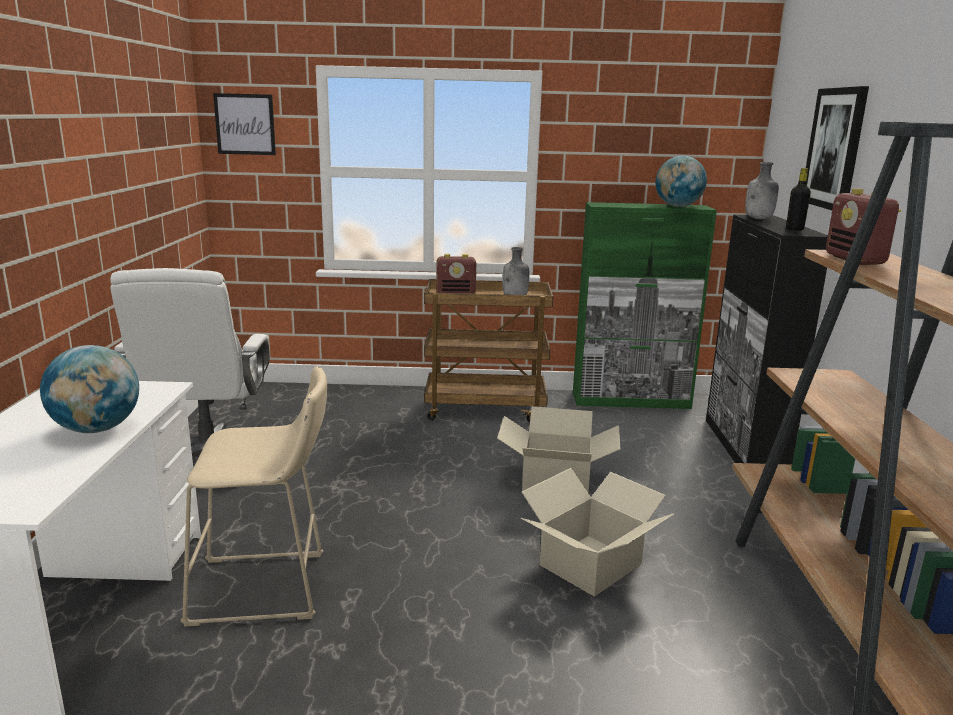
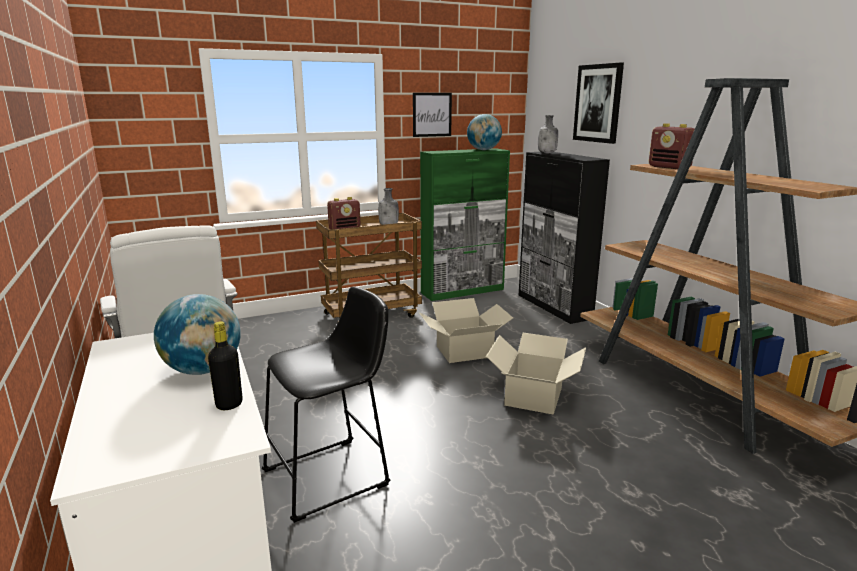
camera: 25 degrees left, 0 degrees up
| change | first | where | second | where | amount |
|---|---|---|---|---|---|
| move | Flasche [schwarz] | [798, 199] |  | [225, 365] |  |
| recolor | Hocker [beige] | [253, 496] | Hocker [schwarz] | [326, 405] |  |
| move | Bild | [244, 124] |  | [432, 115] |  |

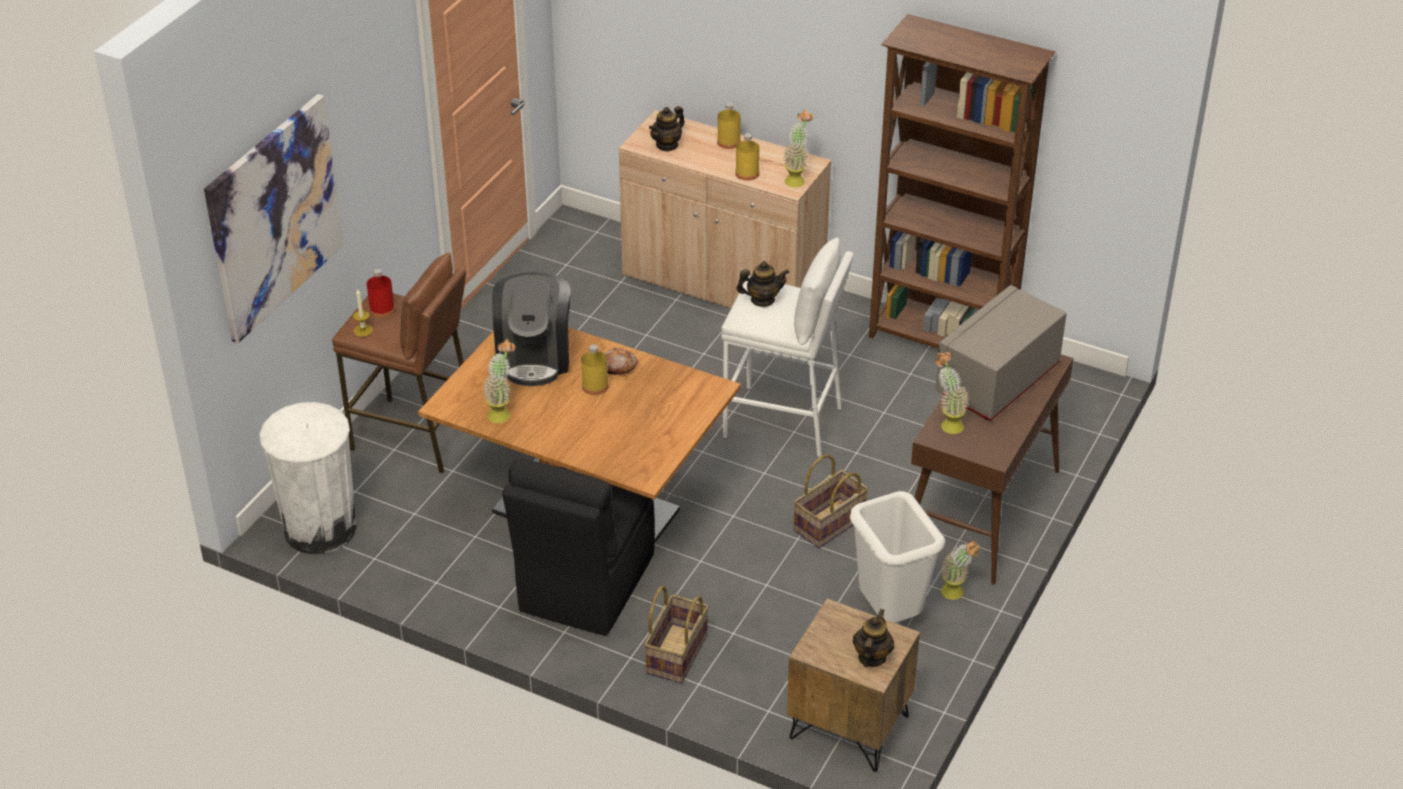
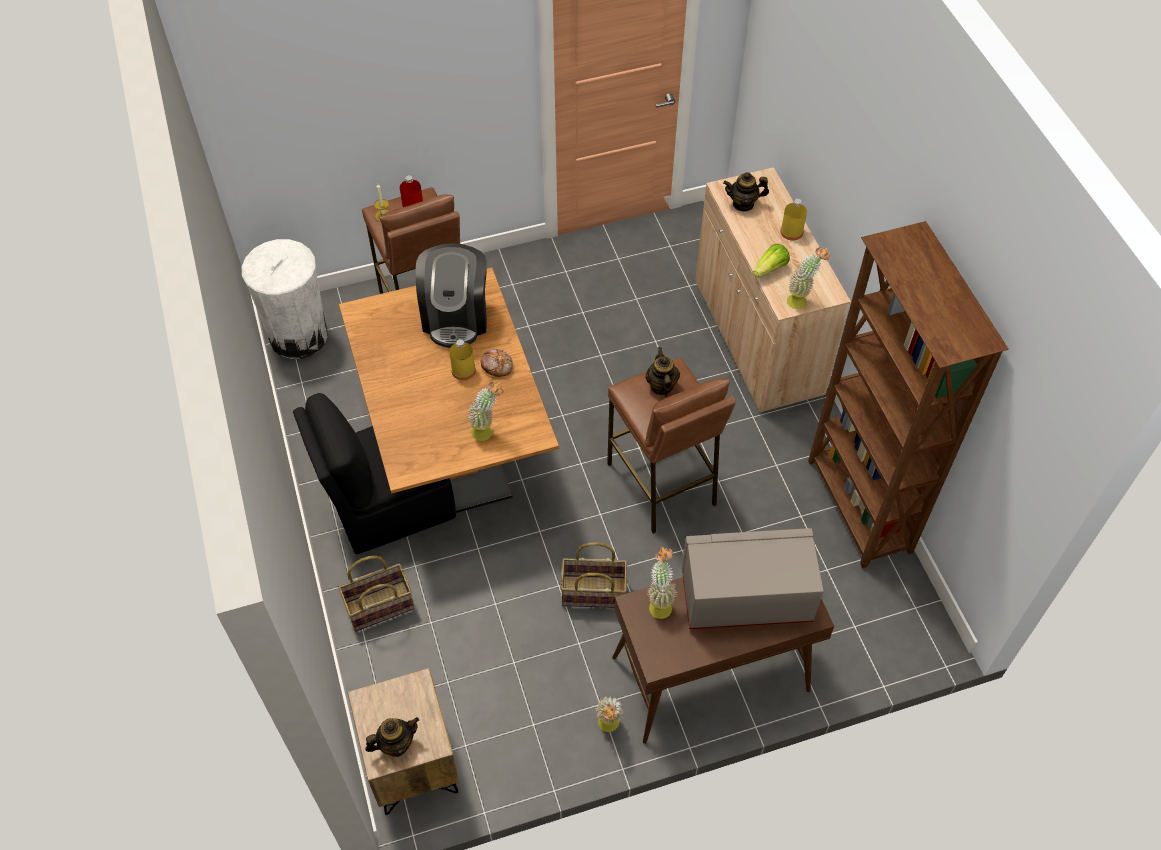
camera: 45 degrees right, 15 degrees up
| change | first | where | second | where | amount |
|---|---|---|---|---|---|
| rotate | Kaffeemaschine | [531, 329] |  | [451, 295] | 45 degrees counterclockwise |
| move | Topfpflanze | [498, 381] |  | [485, 411] |  |
| recolor | Hocker [weiß] | [787, 347] | Hocker [braun] | [671, 446] |  |
| rotate | Teekanne | [762, 284] |  | [662, 372] | 135 degrees counterclockwise |
| replace | Flasche [gelb] | [747, 157] | Salatkopf | [771, 261] |  |
| delete | Bild | [274, 218] |  |  |  |
| delete | Mülleimer [weiß] | [897, 557] |  |  |  |

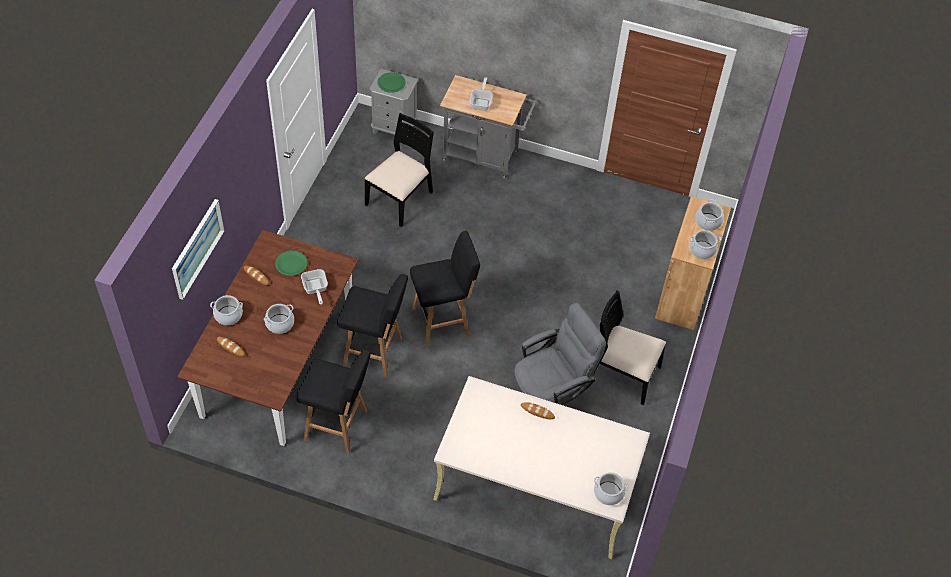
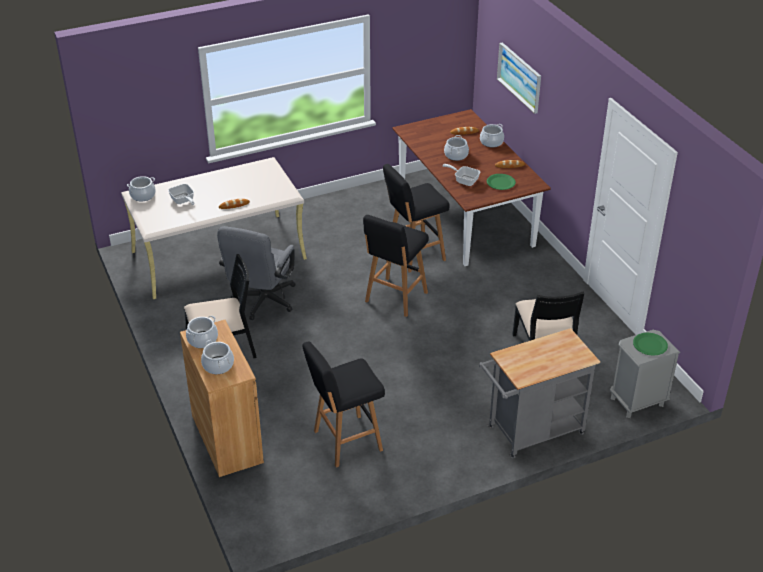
camera: 140 degrees right, 15 degrees down
| change | first | where | second | where | amount |
|---|---|---|---|---|---|
| move | Pfanne | [481, 94] |  | [181, 194] |  |
| move | Hocker [schwarz] | [333, 402] |  | [344, 404] |  |

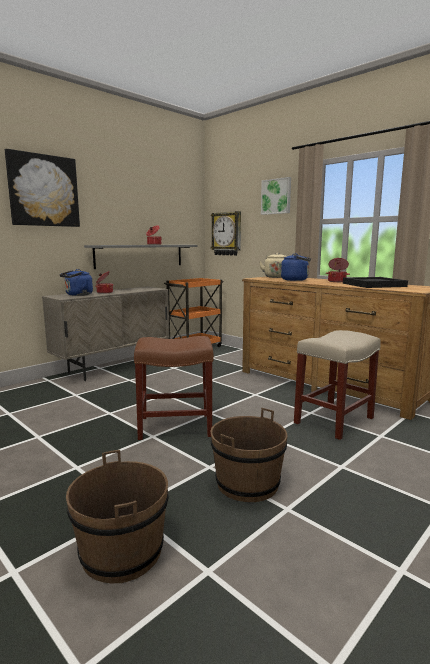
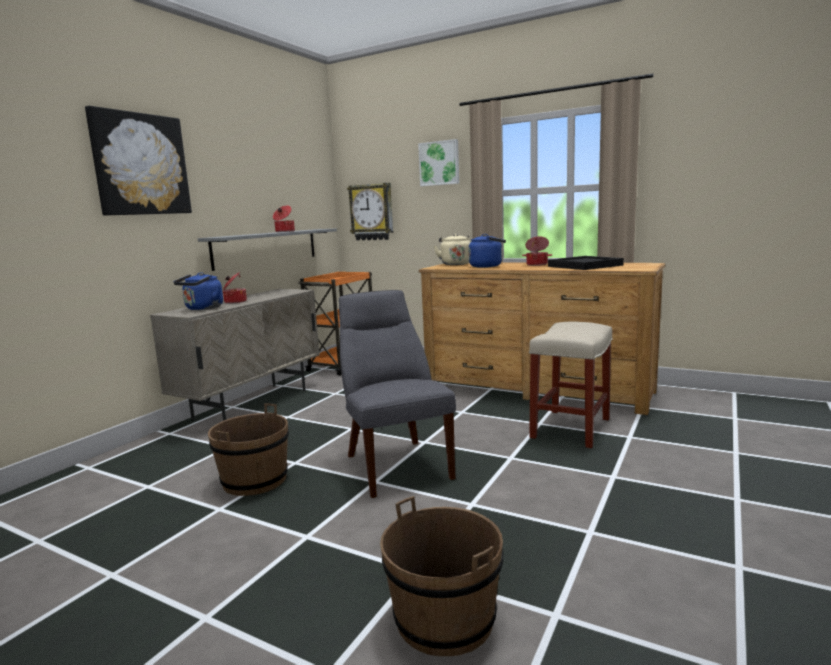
camera: 15 degrees left, 0 degrees up
| change | first | where | second | where | amount |
|---|---|---|---|---|---|
| move | Eimer [braun] | [248, 455] |  | [248, 449] |  |
| replace | Hocker [braun] | [174, 388] | Stuhl [grau] | [397, 394] |  |

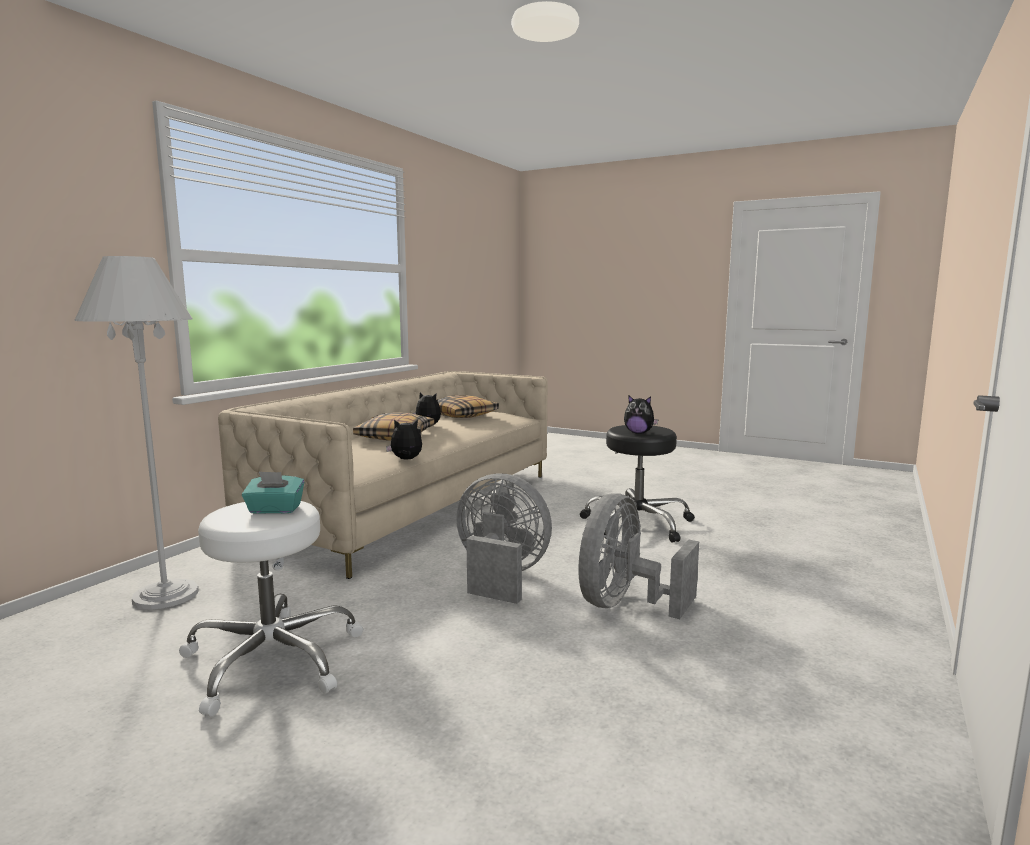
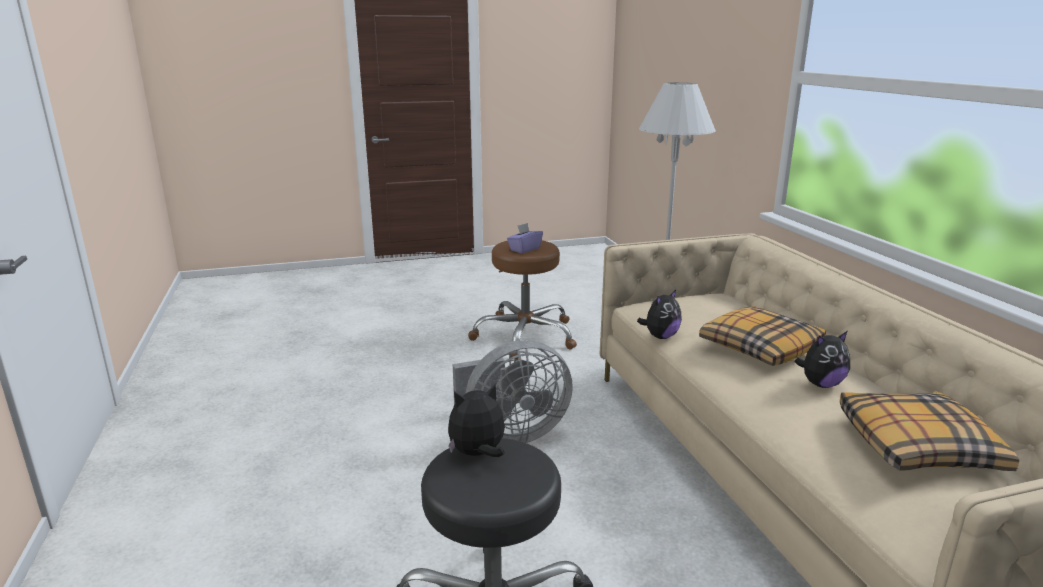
camera: 135 degrees right, 10 degrees up
| change | first | where | second | where | amount |
|---|---|---|---|---|---|
| recolor | Hocker [weiß] | [271, 609] | Hocker [braun] | [522, 299] |  |
| recolor | Taschentuchbox [türkis] | [273, 493] | Taschentuchbox [lila] | [525, 238] |  |
| delete | Ventilator [grau] | [638, 556] |  |  |  |

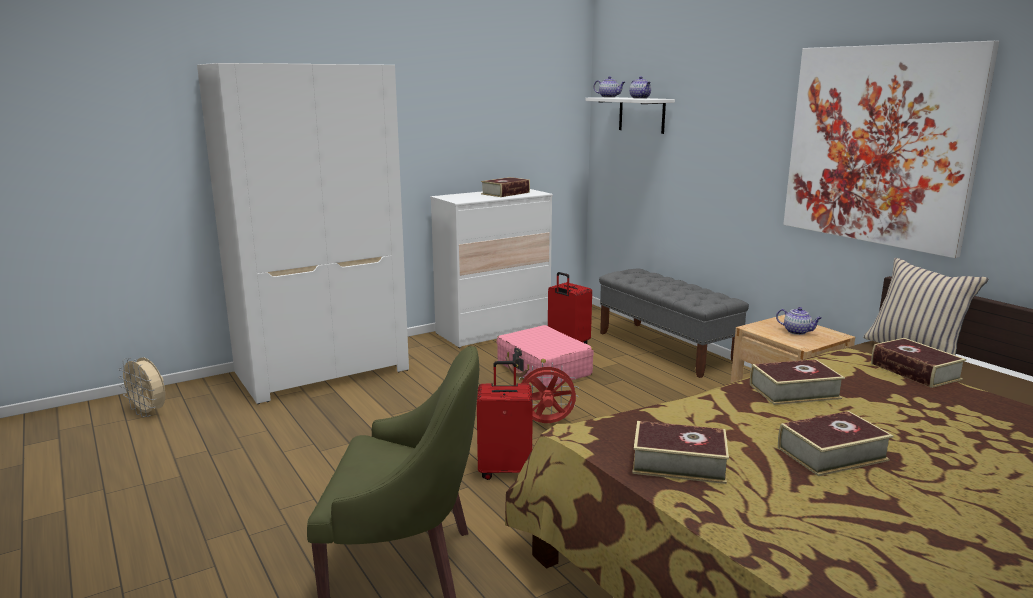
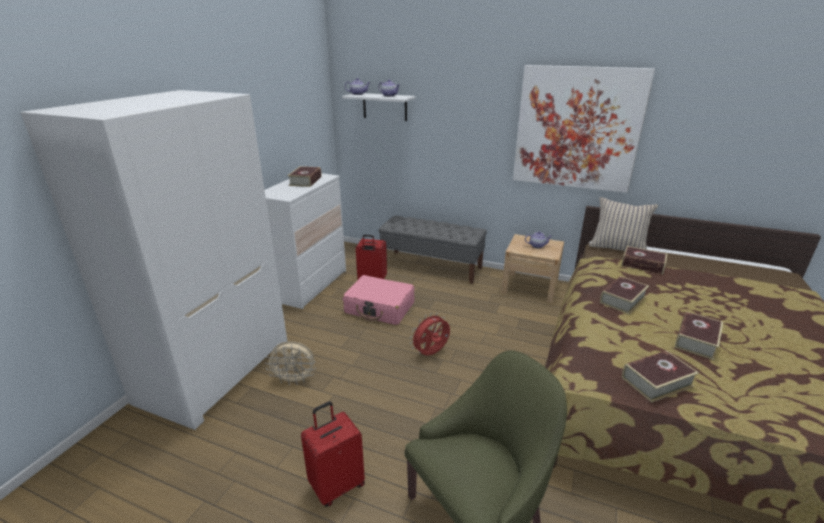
camera: 35 degrees left, 10 degrees up
| change | first | where | second | where | amount |
|---|---|---|---|---|---|
| move | Ventilator [beige] | [141, 387] |  | [290, 363] |  |
| move | Koffer [rot] | [505, 420] |  | [333, 454] |  |

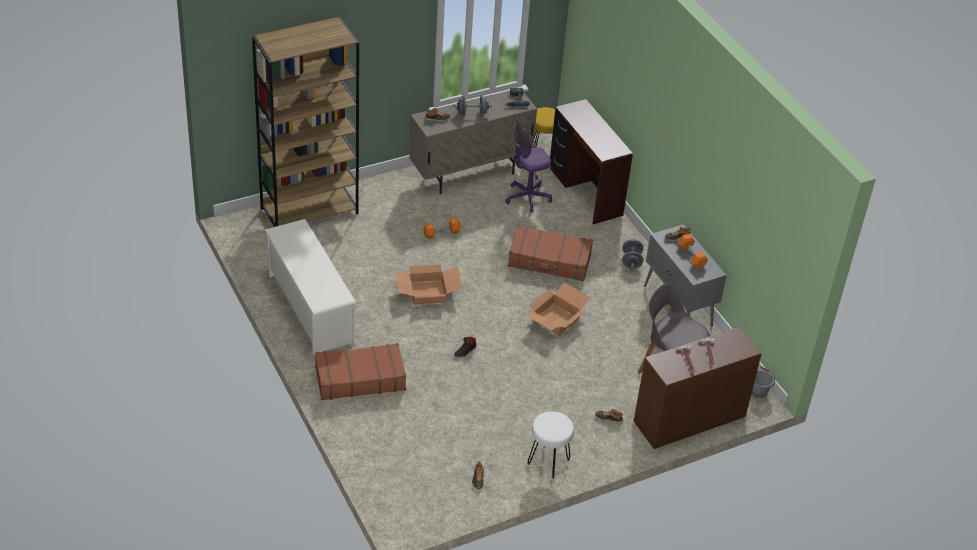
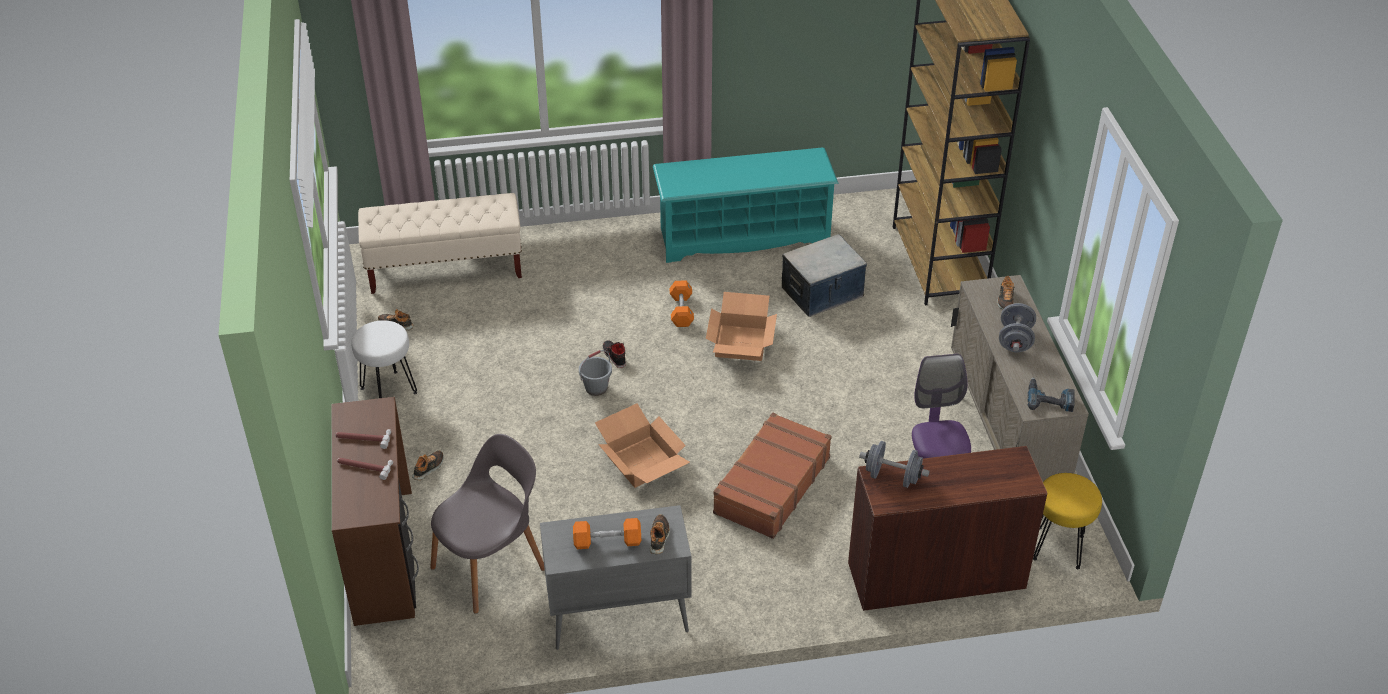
camera: 110 degrees right, 0 degrees up
| change | first | where | second | where | amount |
|---|---|---|---|---|---|
| insert |  |  | Bank [beige] | [440, 243] |  |
| move | Eimer [grau] | [763, 382] |  | [595, 373] |  |
| recolor | Schuhregal [weiß] | [310, 287] | Schuhregal [türkis] | [746, 205] |  |
| move | Hantel [orange] | [442, 228] |  | [682, 303] |  |
| insert |  |  | Aufbewahrungsbox | [824, 275] |  |
| move | Hantel [grau] | [633, 254] |  | [894, 464] |  |
| delete | Koffer [braun] | [360, 371] |  |  |  |

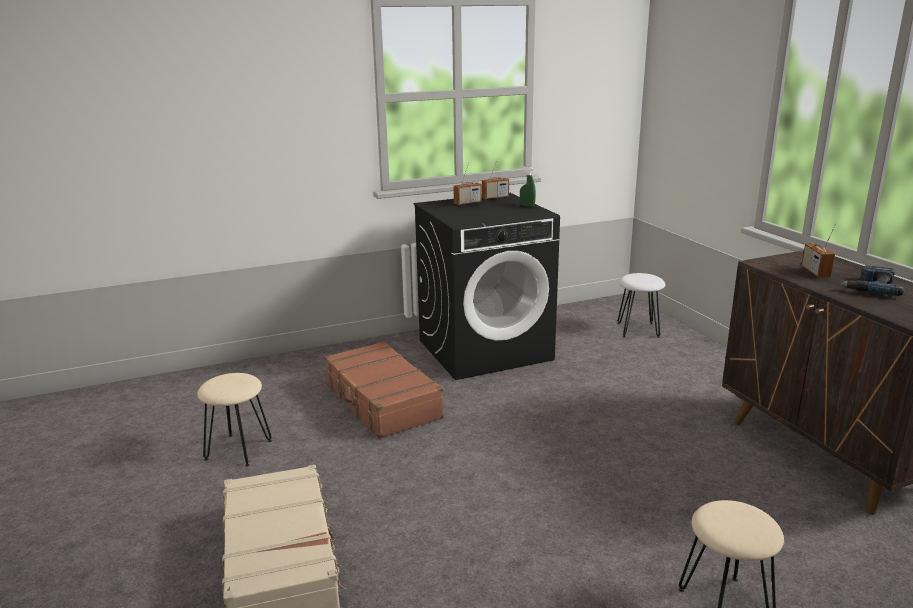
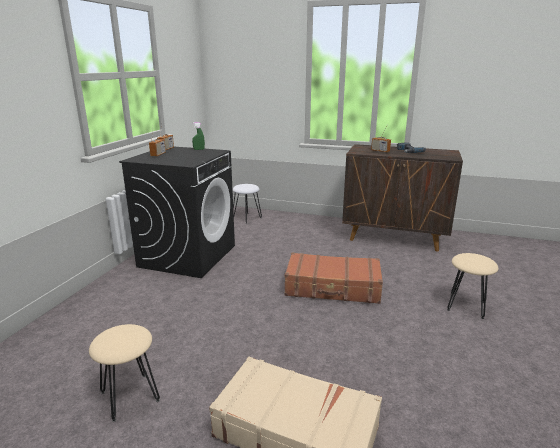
camera: 50 degrees left, 0 degrees up
| change | first | where | second | where | amount |
|---|---|---|---|---|---|
| move | Koffer [braun] | [384, 390] |  | [334, 278] |  |

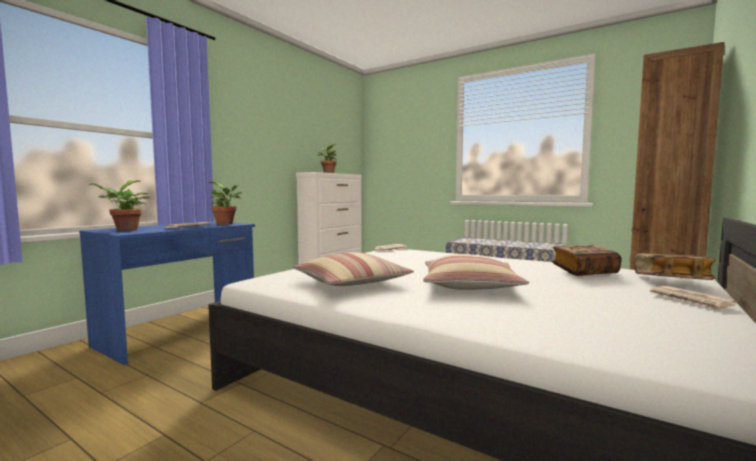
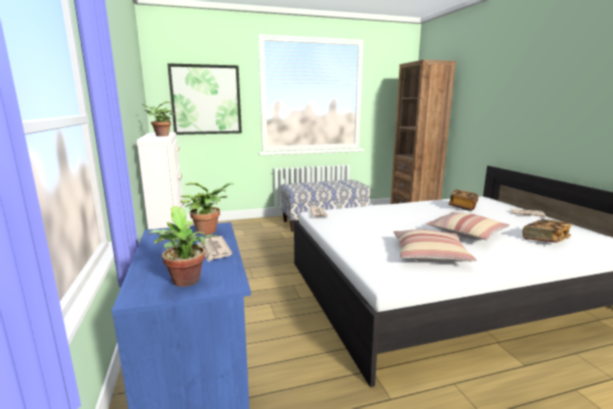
camera: 50 degrees left, 10 degrees up
| change | first | where | second | where | amount |
|---|---|---|---|---|---|
| insert |  |  | Bild | [204, 99] |  |
| move | Buch | [675, 266] |  | [547, 231] |  |

